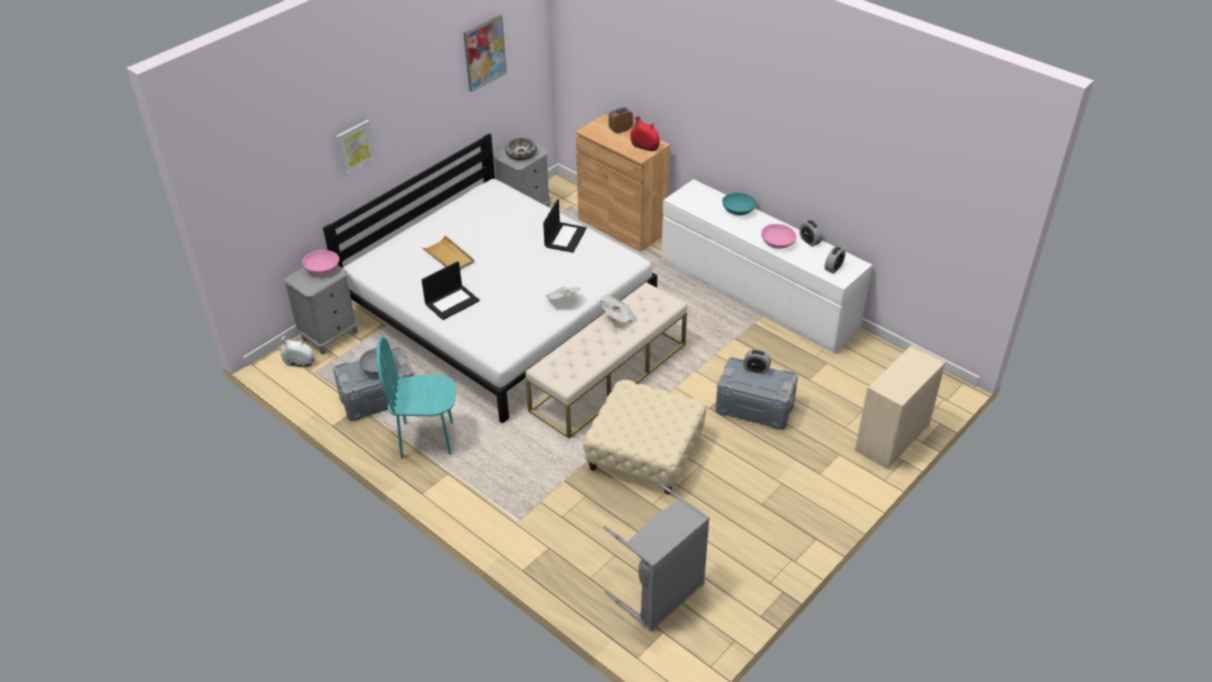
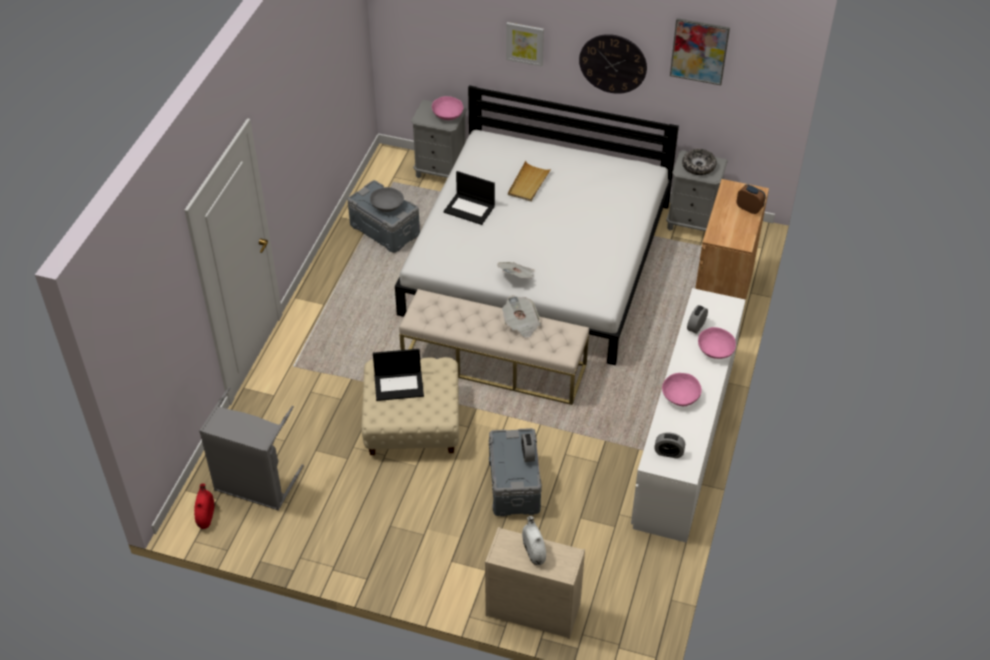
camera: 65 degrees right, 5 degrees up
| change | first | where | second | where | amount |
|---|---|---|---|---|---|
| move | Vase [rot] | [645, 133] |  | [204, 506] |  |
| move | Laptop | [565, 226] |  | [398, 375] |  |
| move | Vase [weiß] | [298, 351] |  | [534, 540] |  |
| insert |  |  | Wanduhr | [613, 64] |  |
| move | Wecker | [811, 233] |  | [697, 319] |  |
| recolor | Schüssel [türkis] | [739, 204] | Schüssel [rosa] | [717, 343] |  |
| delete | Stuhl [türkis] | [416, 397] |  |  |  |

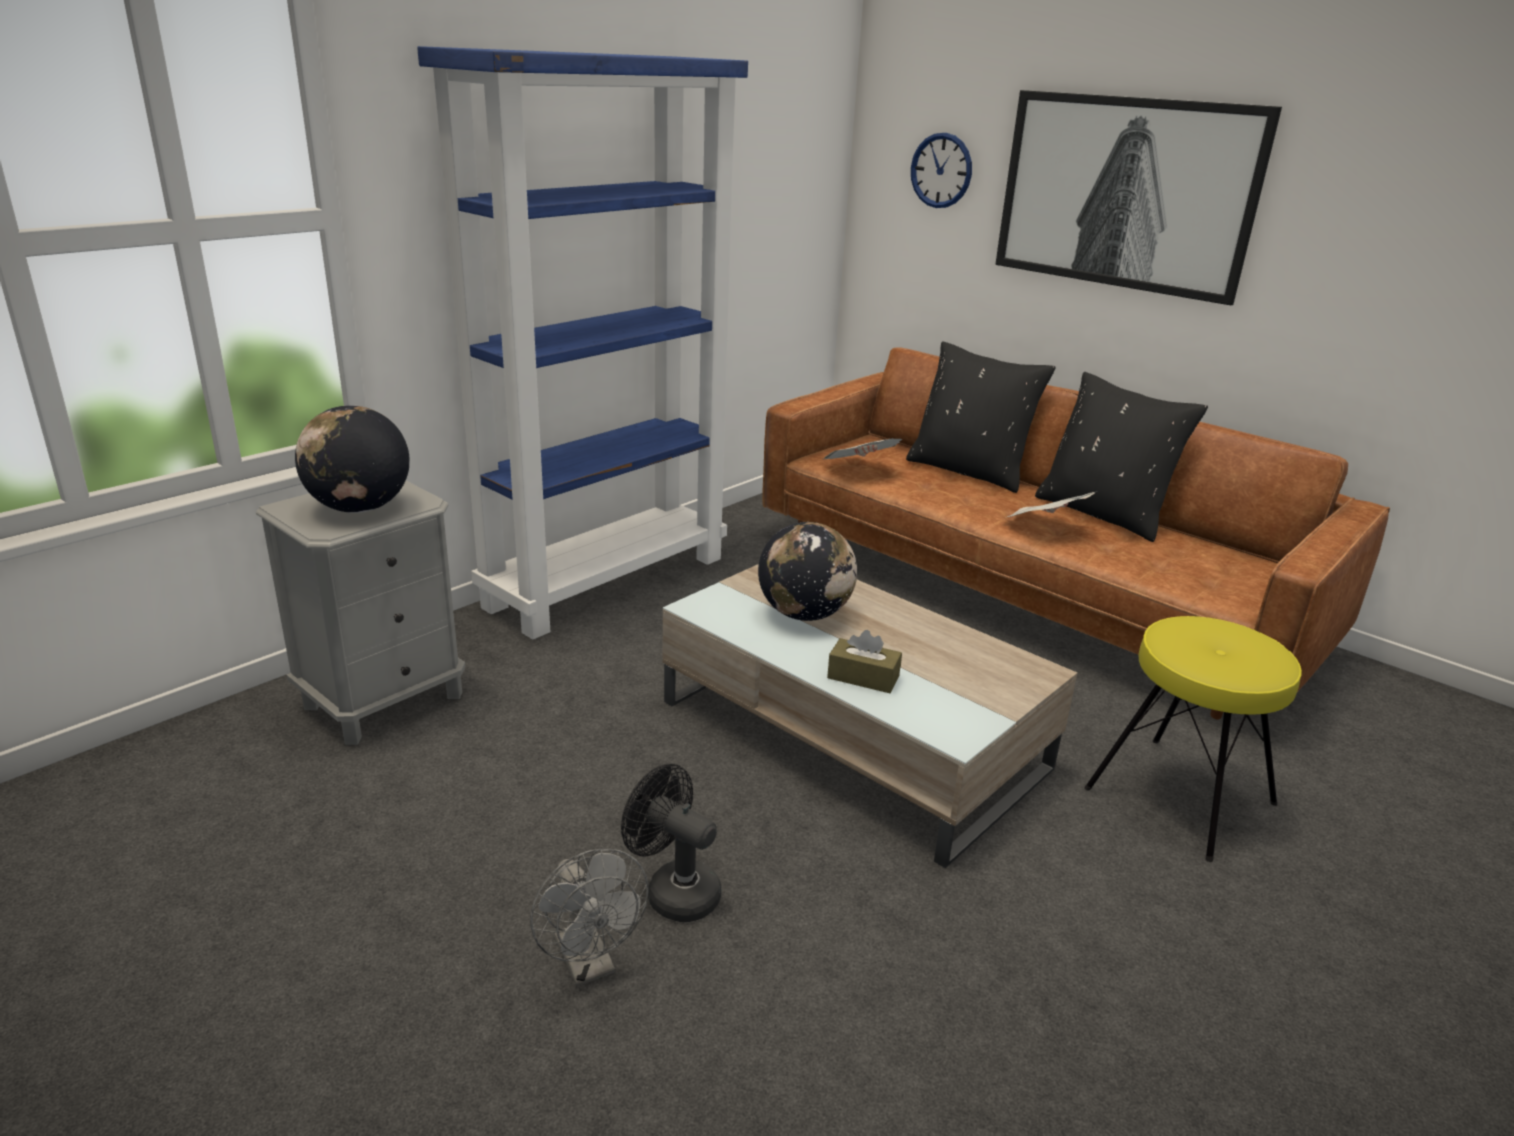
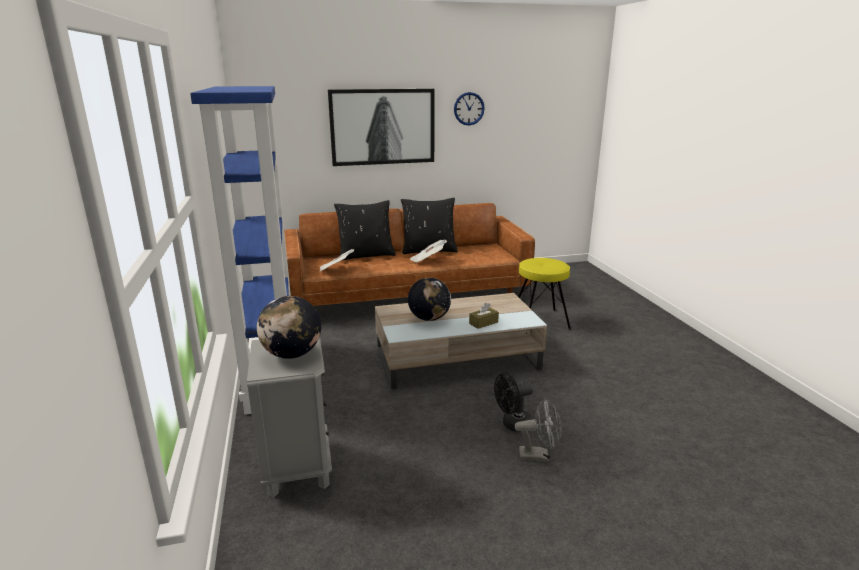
camera: 55 degrees left, 5 degrees down
| change | first | where | second | where | amount |
|---|---|---|---|---|---|
| move | Wanduhr | [941, 170] |  | [469, 108] |  |

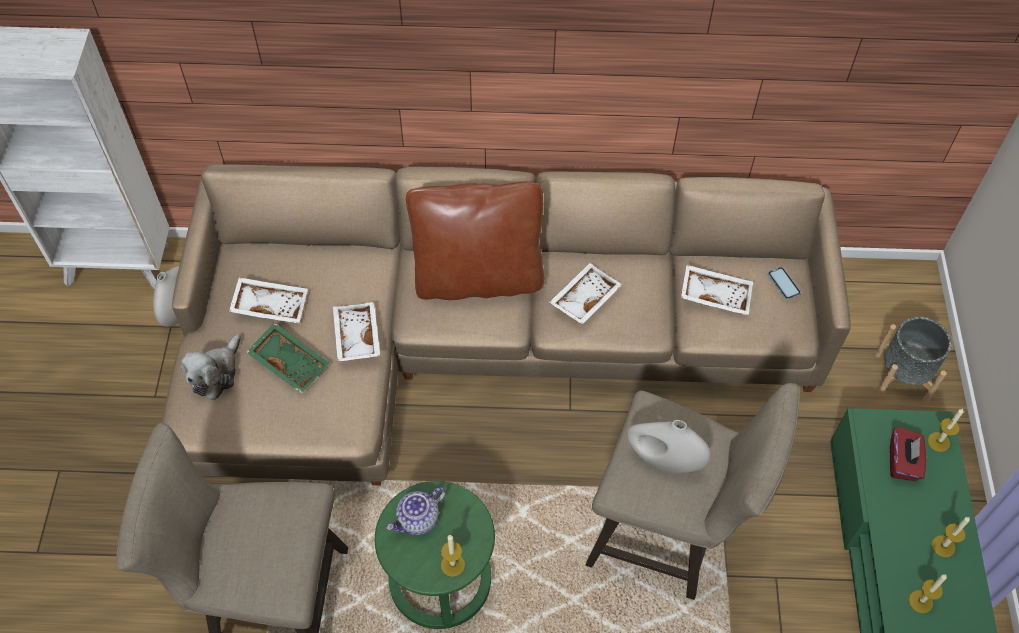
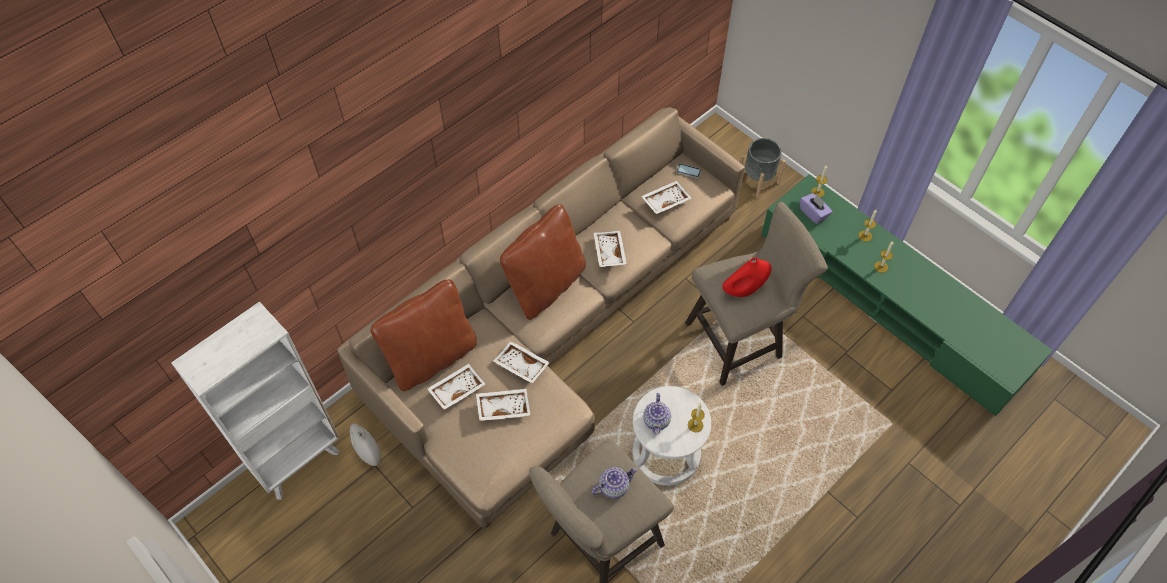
camera: 45 degrees left, 0 degrees up
| change | first | where | second | where | amount |
|---|---|---|---|---|---|
| insert |  |  | Kissen [braun] | [423, 335] |  |
| recolor | Tablett [grün] | [288, 358] | Tablett [weiß] | [503, 405] |  |
| insert |  |  | Teekanne | [614, 483] |  |
| recolor | Hocker [grün] | [435, 555] | Hocker [weiß] | [671, 436] |  |
| recolor | Vase [weiß] | [669, 447] | Vase [rot] | [746, 277] |  |
| recolor | Taschentuchbox [rot] | [908, 454] | Taschentuchbox [lila] | [816, 208] |  |
| delete | Plüschtier | [211, 367] |  |  |  |

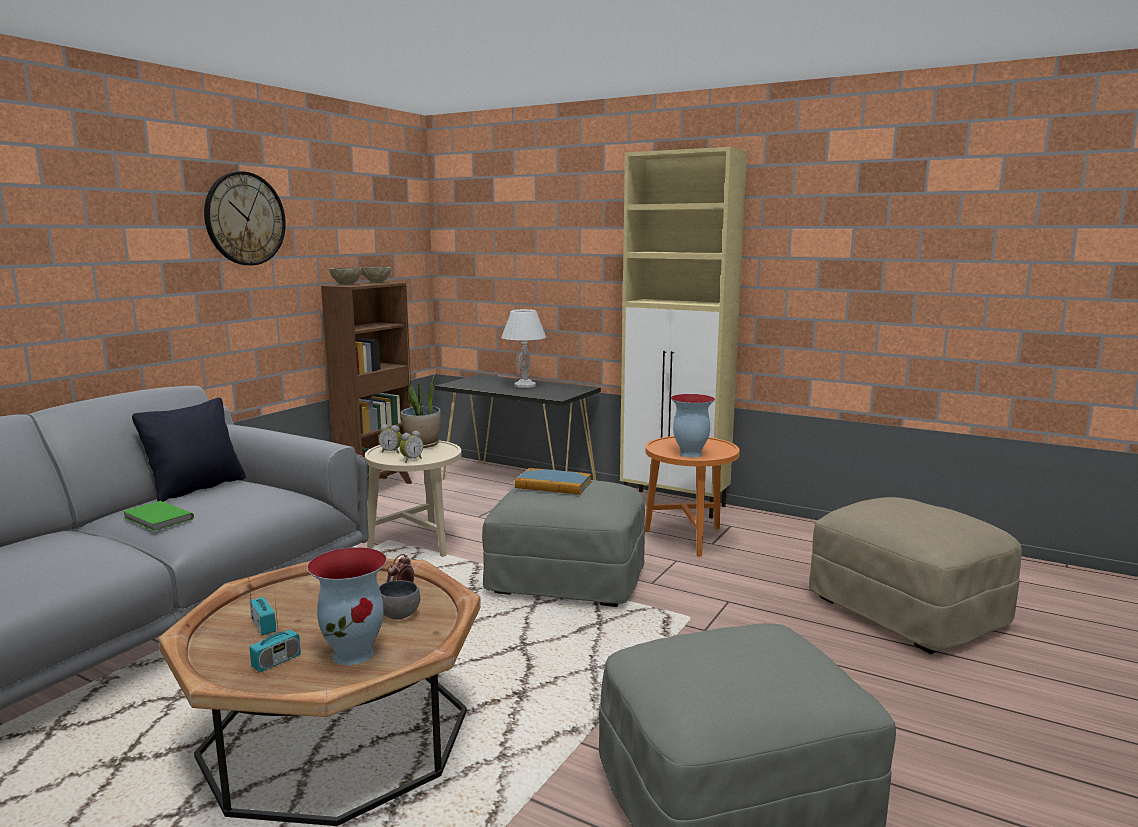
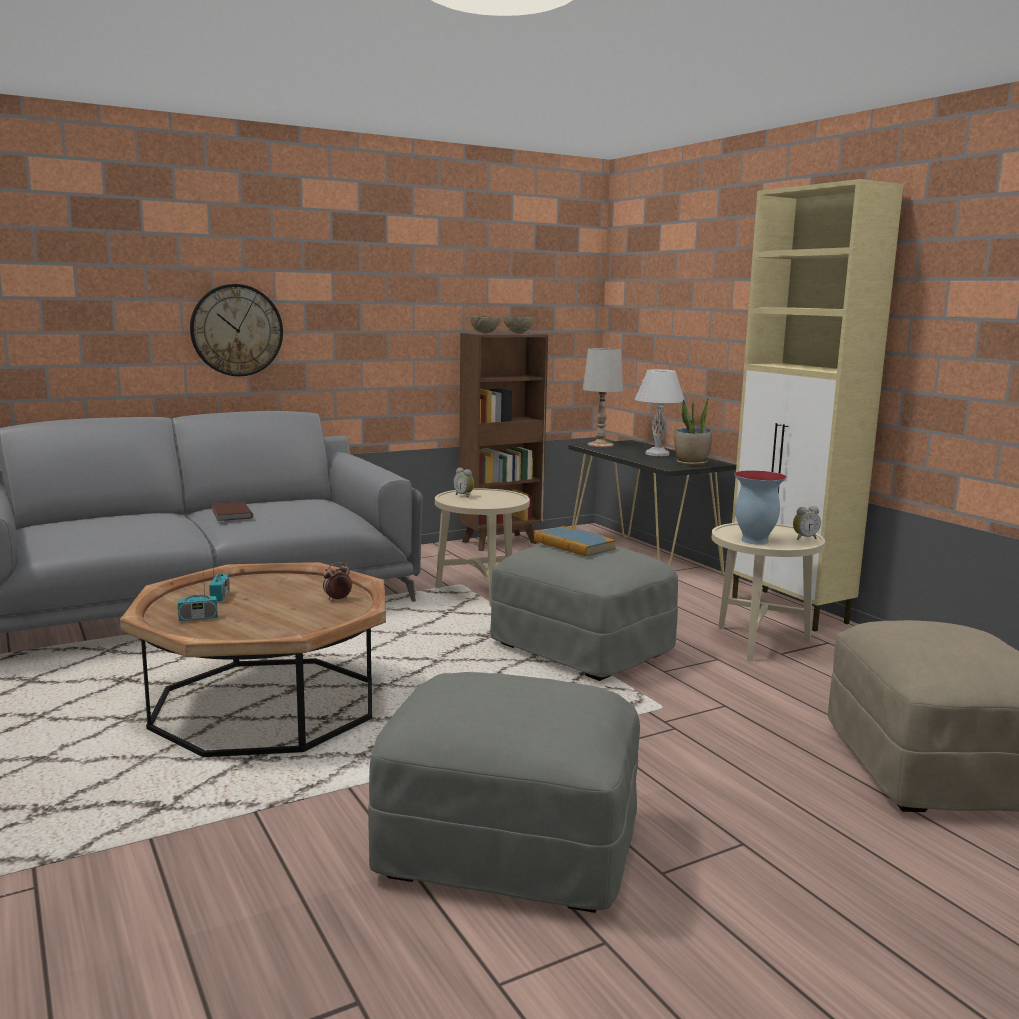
camera: 30 degrees right, 0 degrees up
| change | first | where | second | where | amount |
|---|---|---|---|---|---|
| move | Wanduhr | [245, 218] |  | [236, 330] |  |
| recolor | Buch [grün] | [158, 516] | Buch [braun] | [232, 511] |  |
| insert |  |  | Tischlampe [weiß] | [603, 397] |  |
| move | Topfpflanze | [421, 411] |  | [693, 431] |  |
| recolor | Beistelltisch [orange] | [692, 496] | Beistelltisch [beige] | [768, 592] |  |
| move | Wecker | [411, 446] |  | [807, 523] |  |
| delete | Kissen [schwarz] | [189, 449] |  |  |  |
| delete | Vase | [347, 606] |  |  |  |
| delete | Schüssel [grau] | [399, 599] |  |  |  |

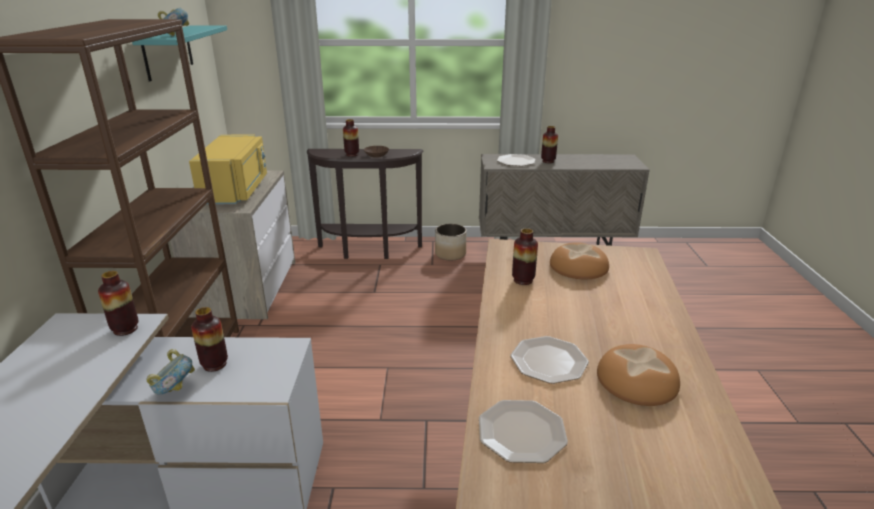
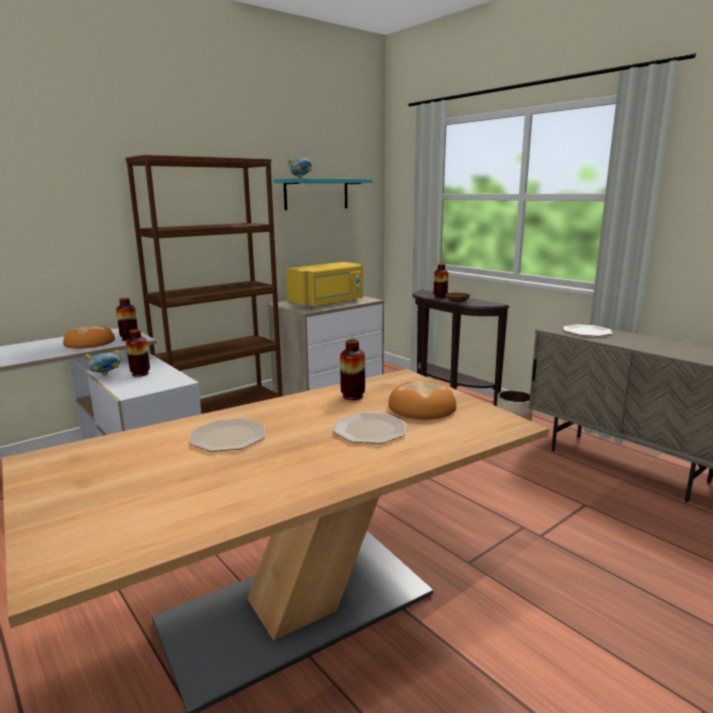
camera: 50 degrees right, 10 degrees down
| change | first | where | second | where | amount |
|---|---|---|---|---|---|
| move | Brot | [638, 375] |  | [89, 337] |  |
| move | Teller | [523, 431] |  | [369, 428] |  |
| delete | Vase | [549, 144] |  |  |  |

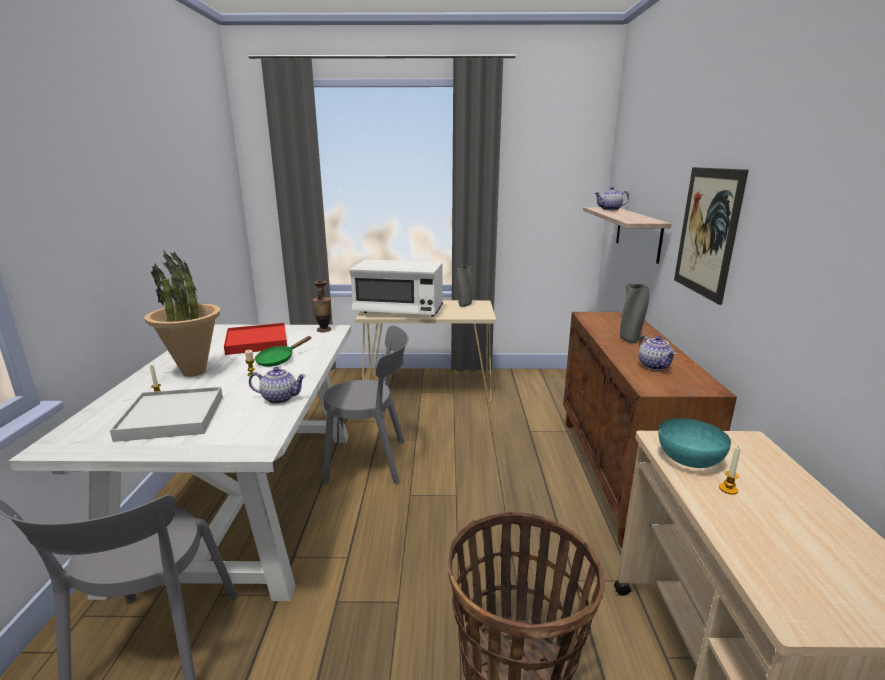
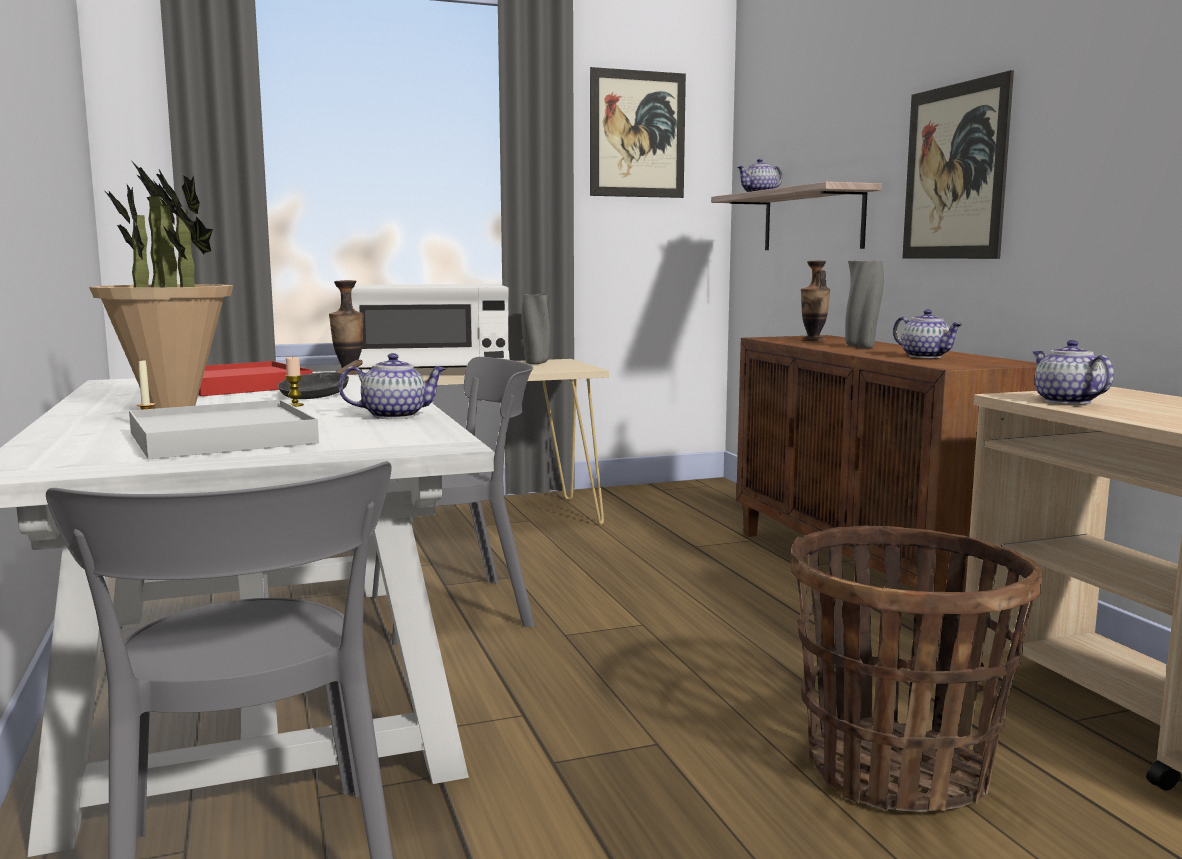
camera: 20 degrees left, 10 degrees down
| change | first | where | second | where | amount |
|---|---|---|---|---|---|
| recolor | Pfanne [grün] | [283, 351] | Pfanne [schwarz] | [320, 379] |  |
| insert |  |  | Bild | [638, 132] |  |
| insert |  |  | Vase | [815, 301] |  |
| replace | Schüssel [türkis] | [695, 443] | Teekanne | [1073, 372] |  |
| delete | Kerze | [730, 470] |  |  |  |

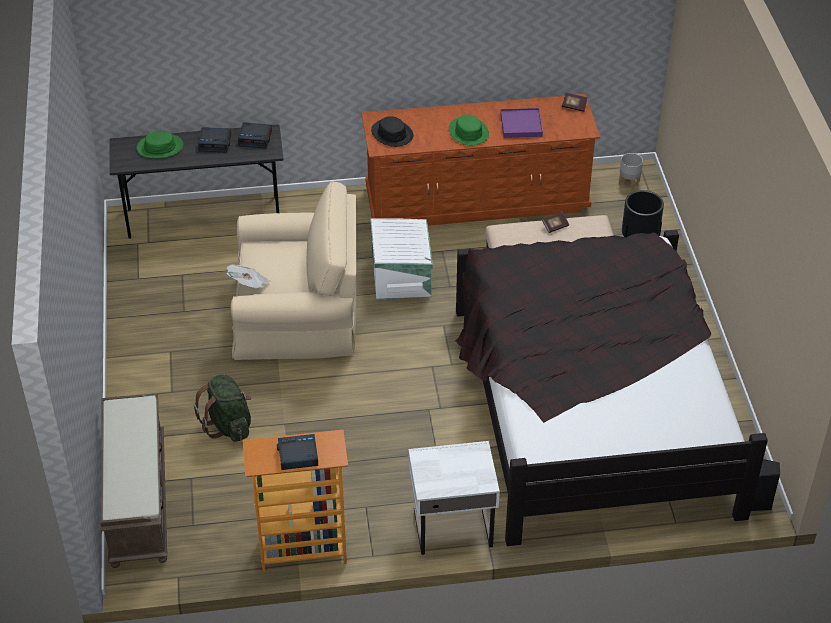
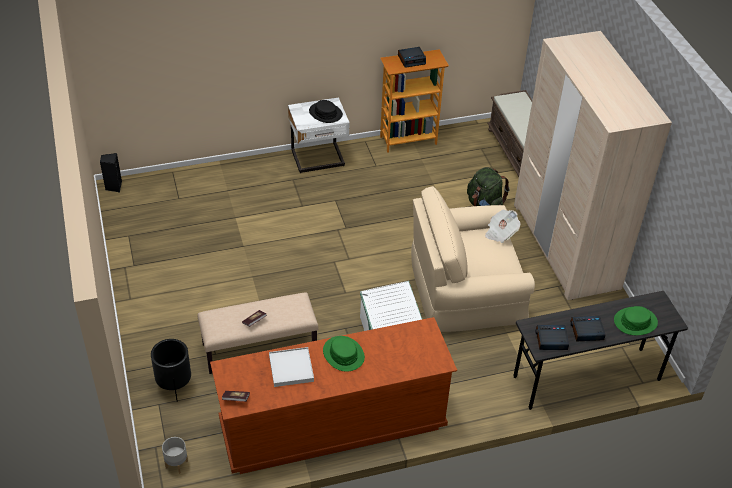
camera: 170 degrees right, 0 degrees up
| change | first | where | second | where | amount |
|---|---|---|---|---|---|
| recolor | Tablett [lila] | [521, 123] | Tablett [weiß] | [291, 367] |  |
| move | Hut [schwarz] | [392, 131] |  | [326, 111] |  |
| insert |  |  | Kleiderschrank [beige] | [593, 165] |  |
| delete | Bett [schwarz] | [611, 388] |  |  |  |

